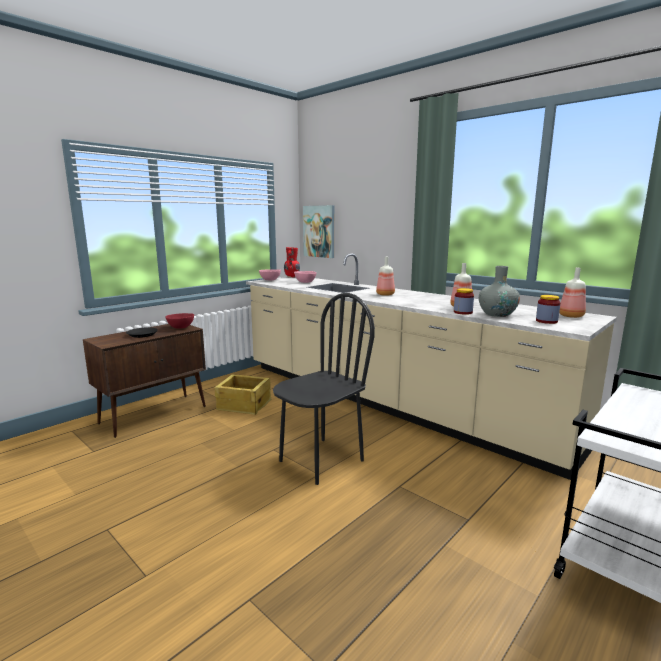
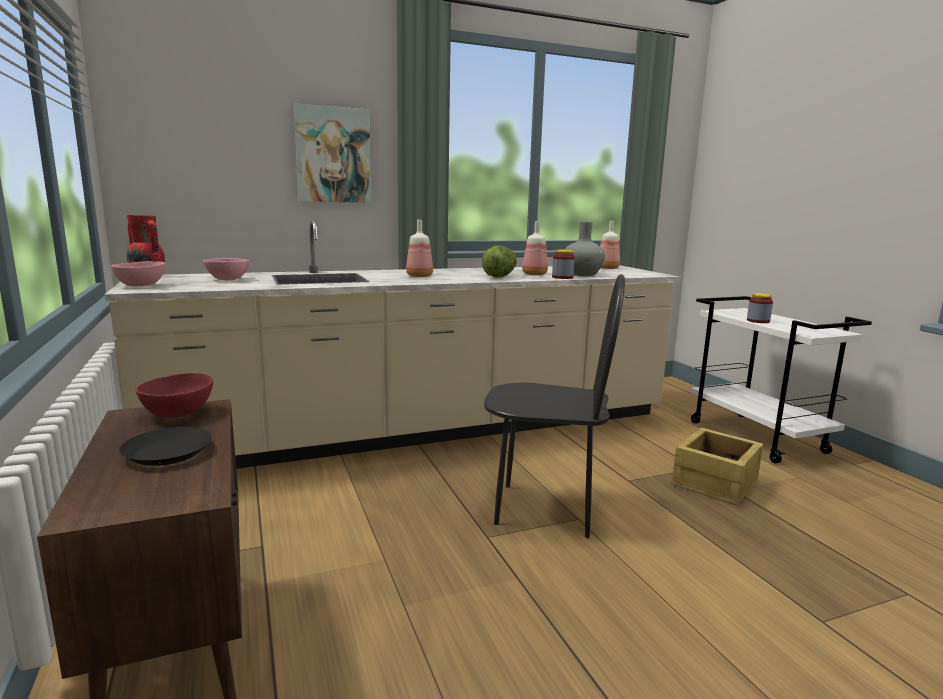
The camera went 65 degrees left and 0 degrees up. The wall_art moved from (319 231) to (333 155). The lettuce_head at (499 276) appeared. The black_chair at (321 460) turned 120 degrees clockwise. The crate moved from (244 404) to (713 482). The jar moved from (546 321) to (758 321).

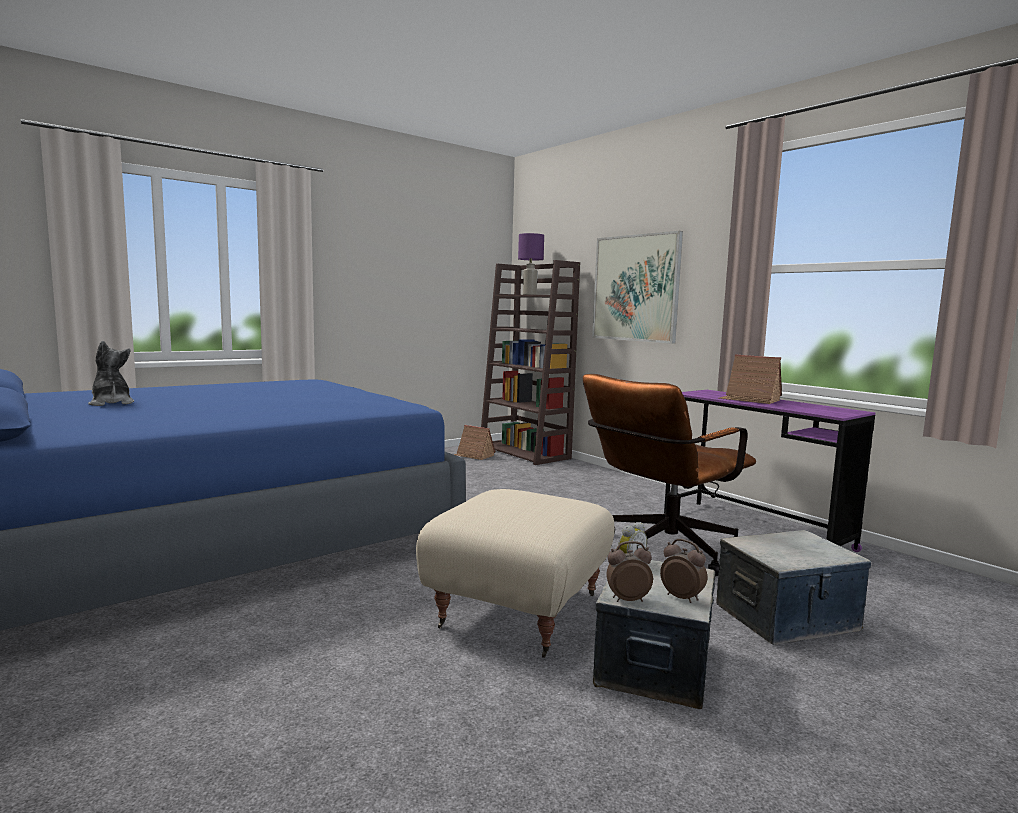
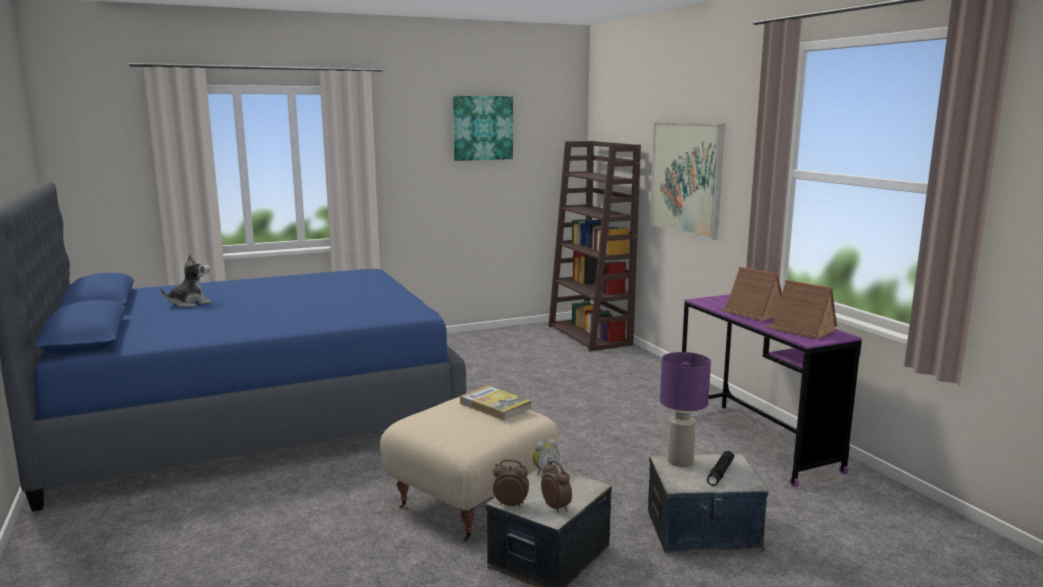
The camera went 15 degrees right and 5 degrees up. The cuddly_toy at (111 403) turned 75 degrees clockwise. The wall_art at (482 128) appeared. The book at (495 406) appeared. The purple-coloured_table_lamp moved from (530 295) to (681 461). The black_torch at (720 472) appeared. The toy_house moved from (474 455) to (800 329). The brown_desk_chair at (661 552) disappeared.

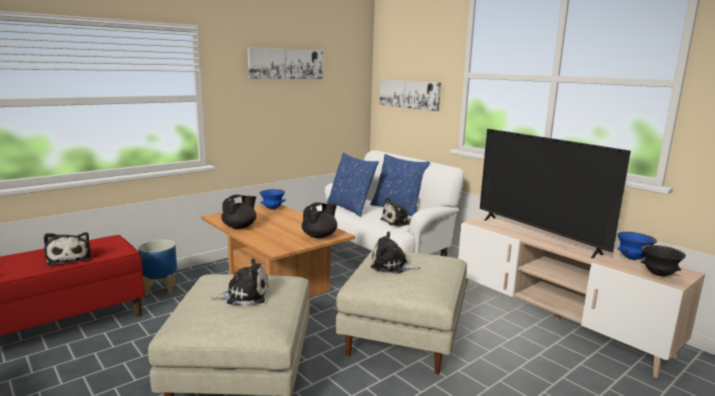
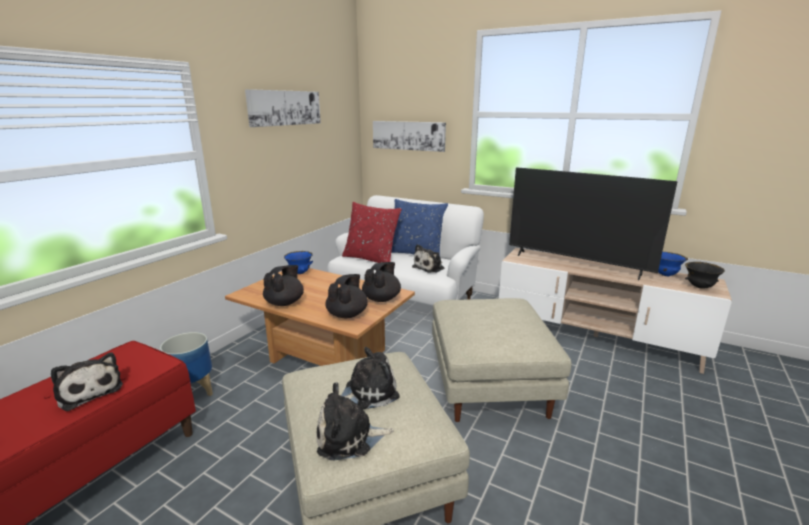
The camera went 20 degrees left and 5 degrees up. The cuddly_toy moved from (391 266) to (349 437). The black_tea_pot at (347 314) appeared. The blue-coloured_pillow at (351 208) became the reddish_pillow at (371 259).

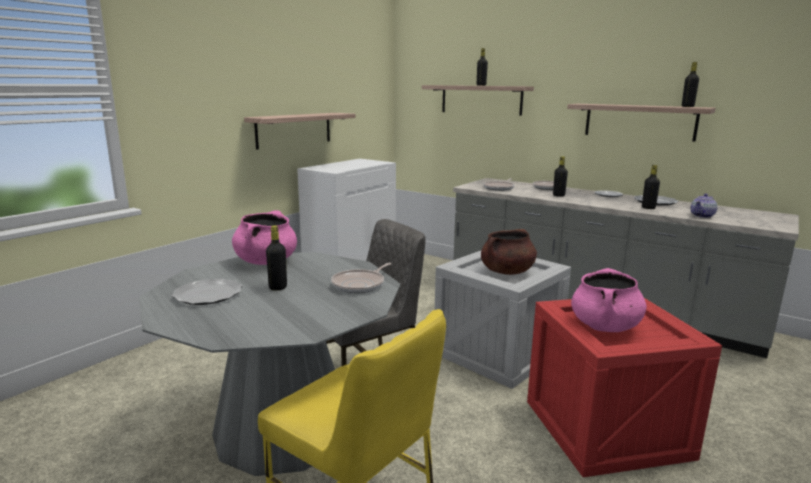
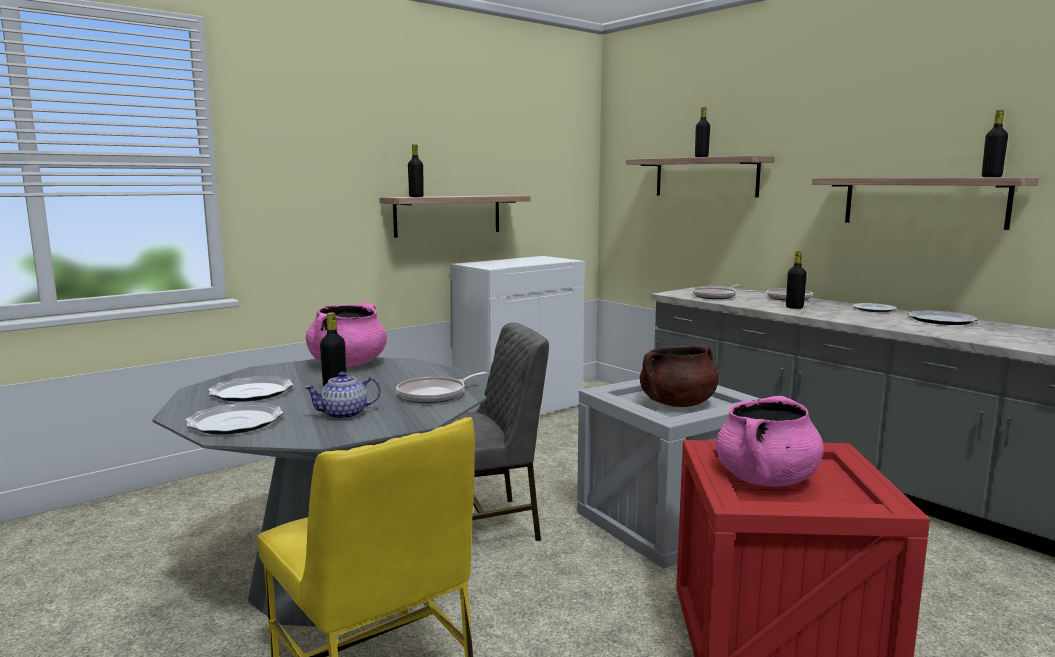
The camera went 15 degrees right and 5 degrees down. The plate at (236 422) appeared. The tea_pot moved from (702 216) to (345 414). The black_beverage_bottle moved from (648 208) to (416 197).

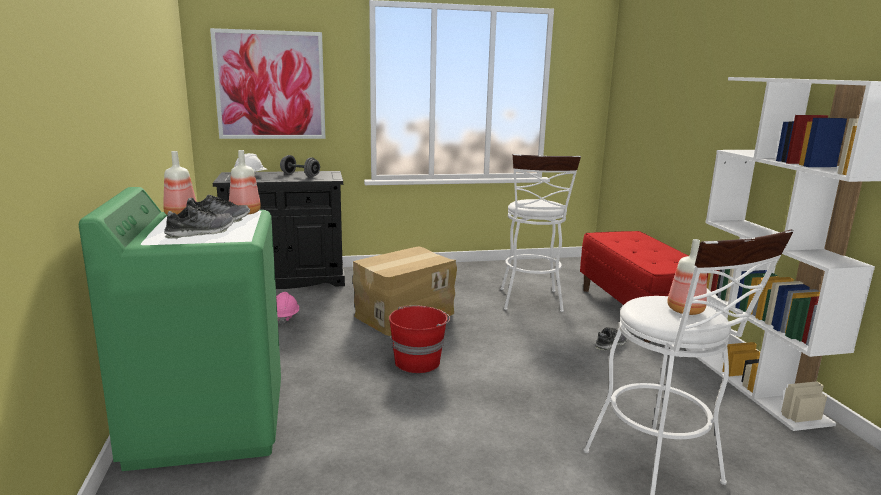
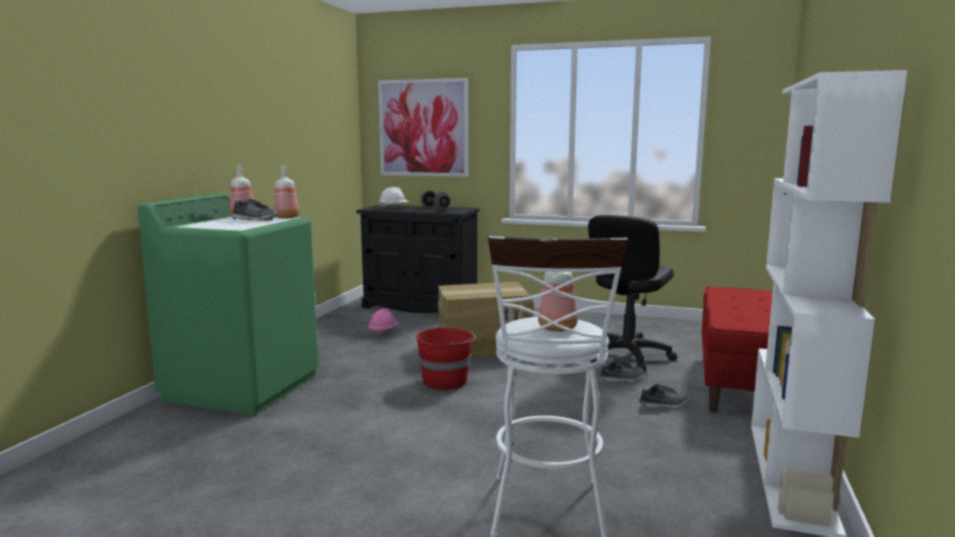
The camera went 30 degrees right and 5 degrees down. The white_stool_seat at (531 302) was replaced by the black_desk_chair at (627 356). The item_of_footwear moved from (200 233) to (621 379).

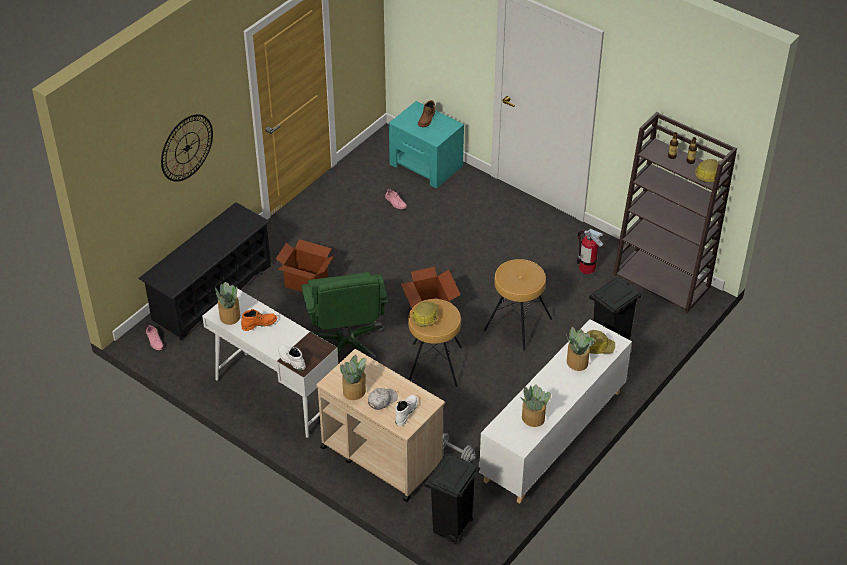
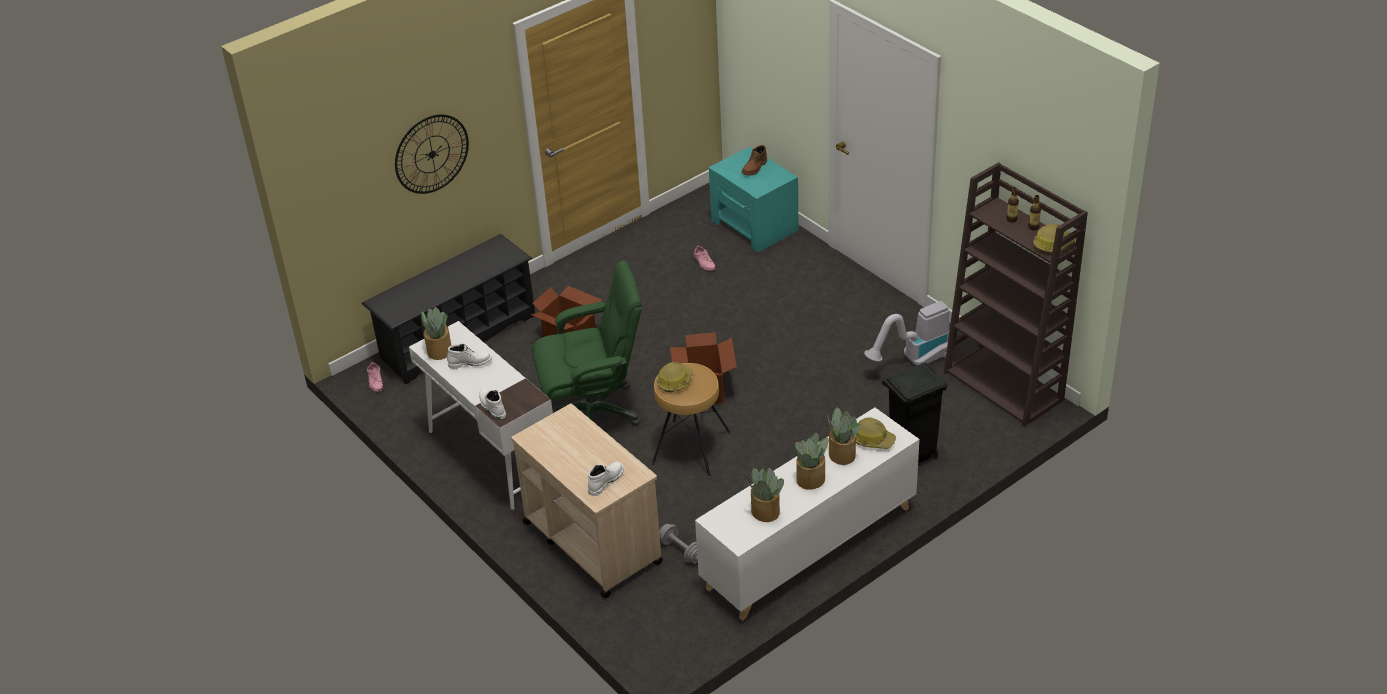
The camera went 15 degrees right and 5 degrees down. The orange_high-top_boot at (259 323) became the white_high-top_boot at (470 362). The greenish_desk_chair at (347 345) turned 105 degrees counterclockwise. The houseplant moved from (355 391) to (811 479). The fire_extinguisher at (586 268) was replaced by the vacuum_cleaner at (913 360). The white_cap at (382 400) disappeared. The black_rubbish_bin at (451 528) disappeared. The brown_stool_seat at (517 324) disappeared.

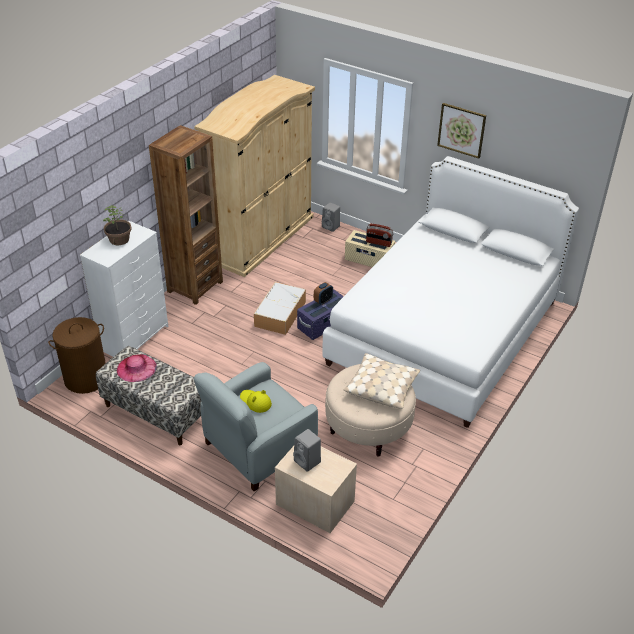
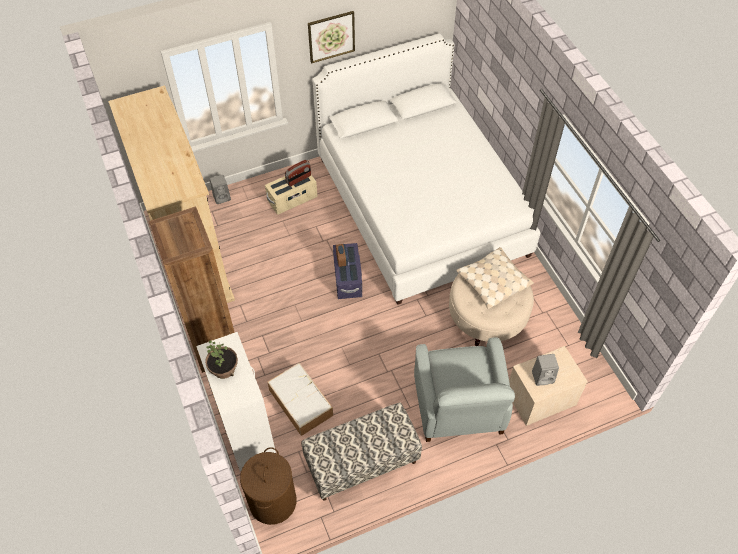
The camera went 55 degrees left and 15 degrees up. The storage_container moved from (280 313) to (300 402). The pinkish_wearable_hat at (136 368) disappeared. The yellowish_wearable_hat at (255 402) disappeared.

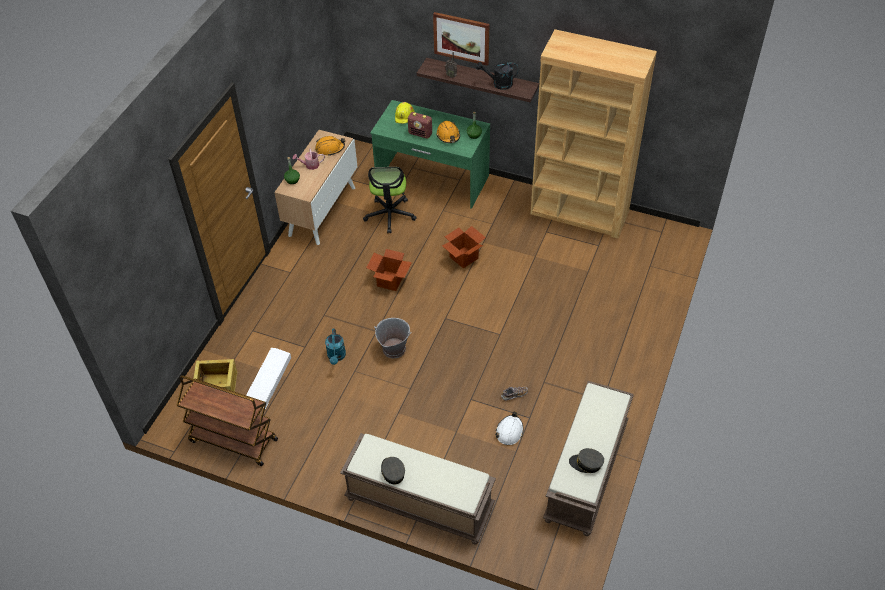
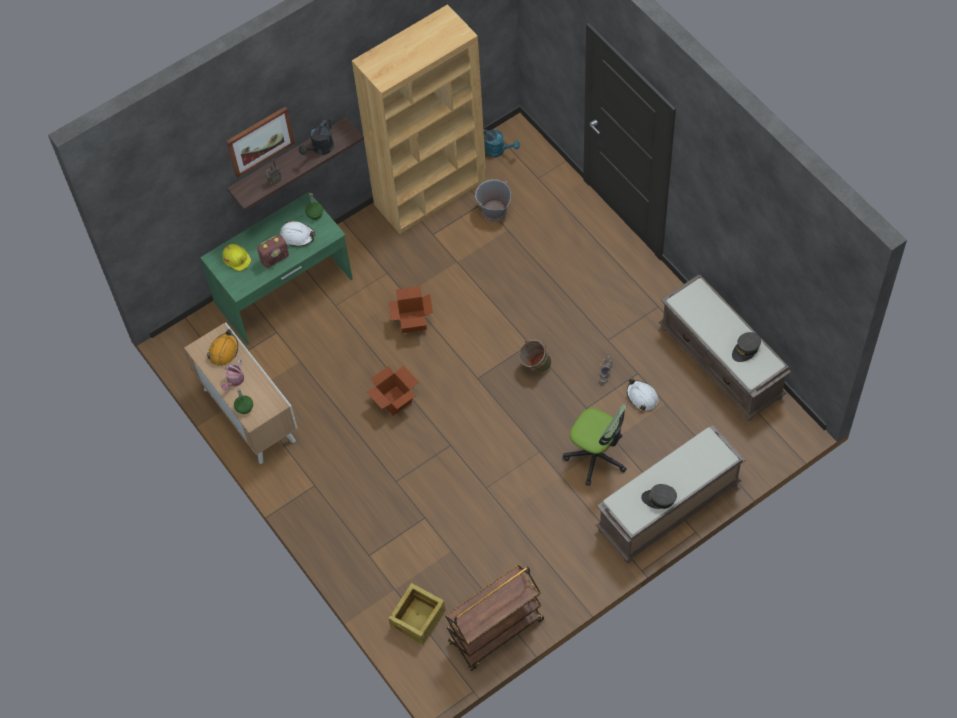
The camera went 55 degrees left and 10 degrees up. The orange_work_helmet at (448 135) became the white_work_helmet at (297 236). The grey_pail moved from (393 348) to (494 212). The turquoise_sprinkling_can moved from (336 357) to (498 150). The greenish_pail at (535 367) appeared. The desk_chair moved from (390 215) to (596 456). The white_storage_container at (268 380) disappeared.

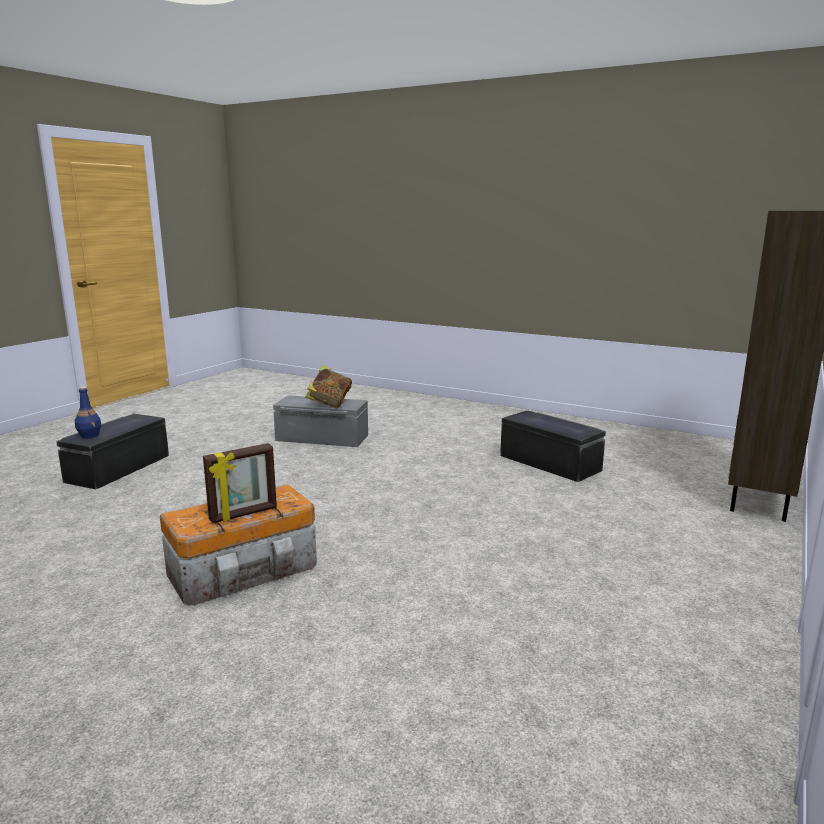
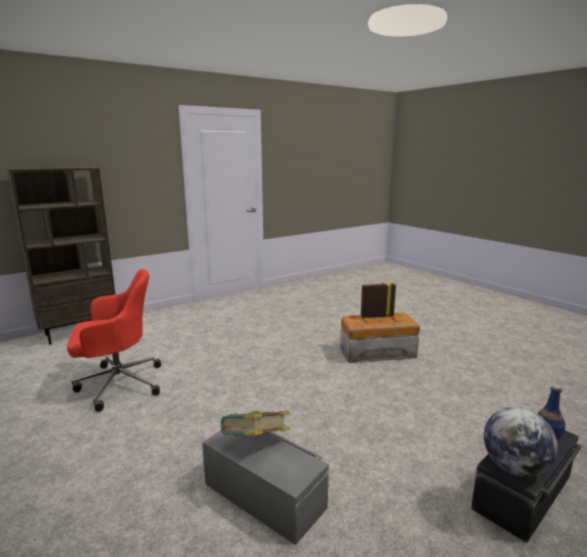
The camera went 155 degrees left and 0 degrees up. The black_storage_container at (550 462) was replaced by the reddish_desk_chair at (118 384). The globe at (514 467) appeared.

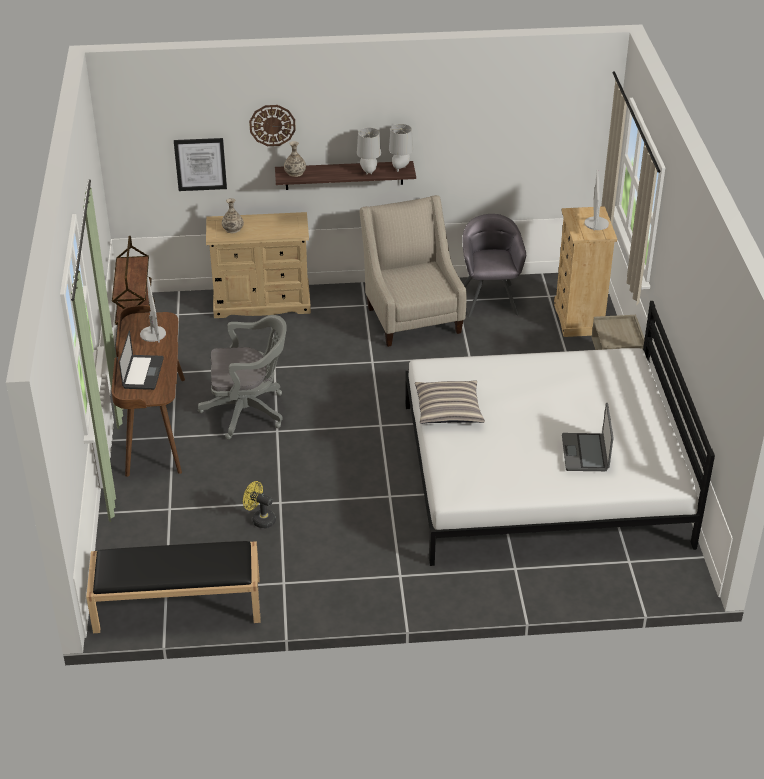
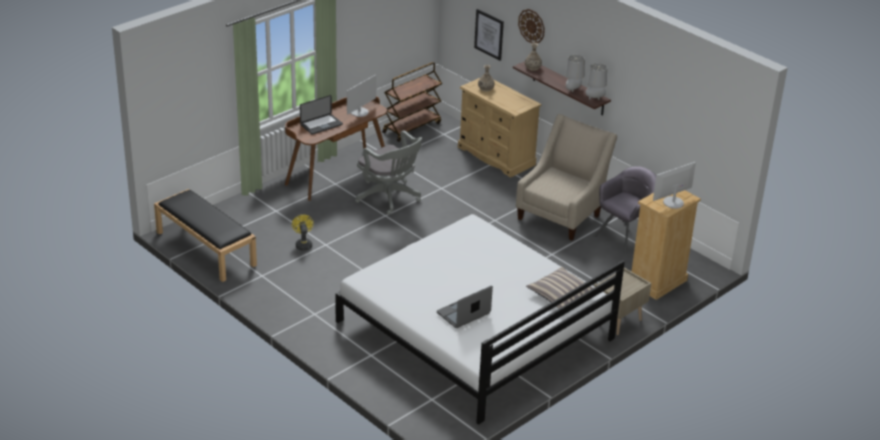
The camera went 50 degrees right and 5 degrees down. The pillow moved from (448 410) to (561 295).

